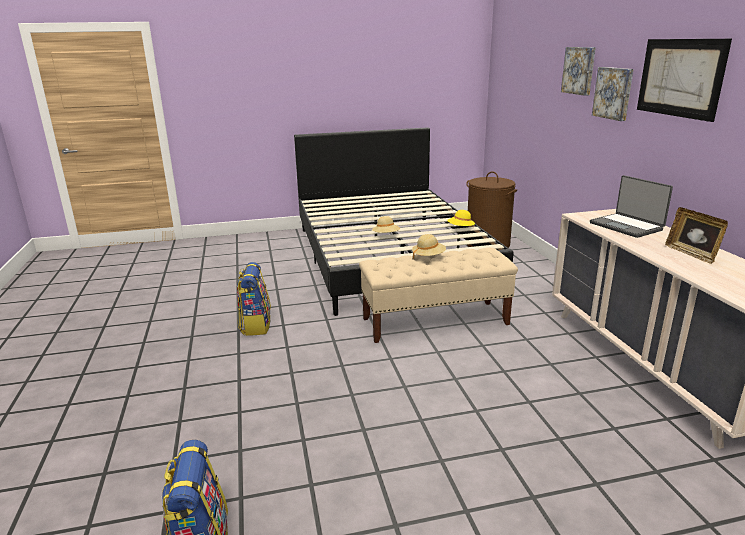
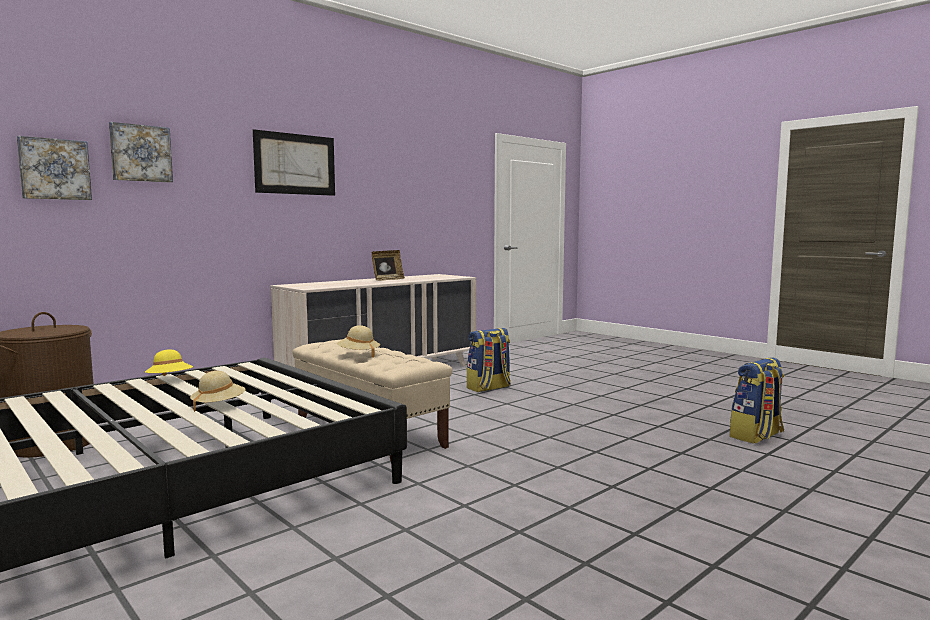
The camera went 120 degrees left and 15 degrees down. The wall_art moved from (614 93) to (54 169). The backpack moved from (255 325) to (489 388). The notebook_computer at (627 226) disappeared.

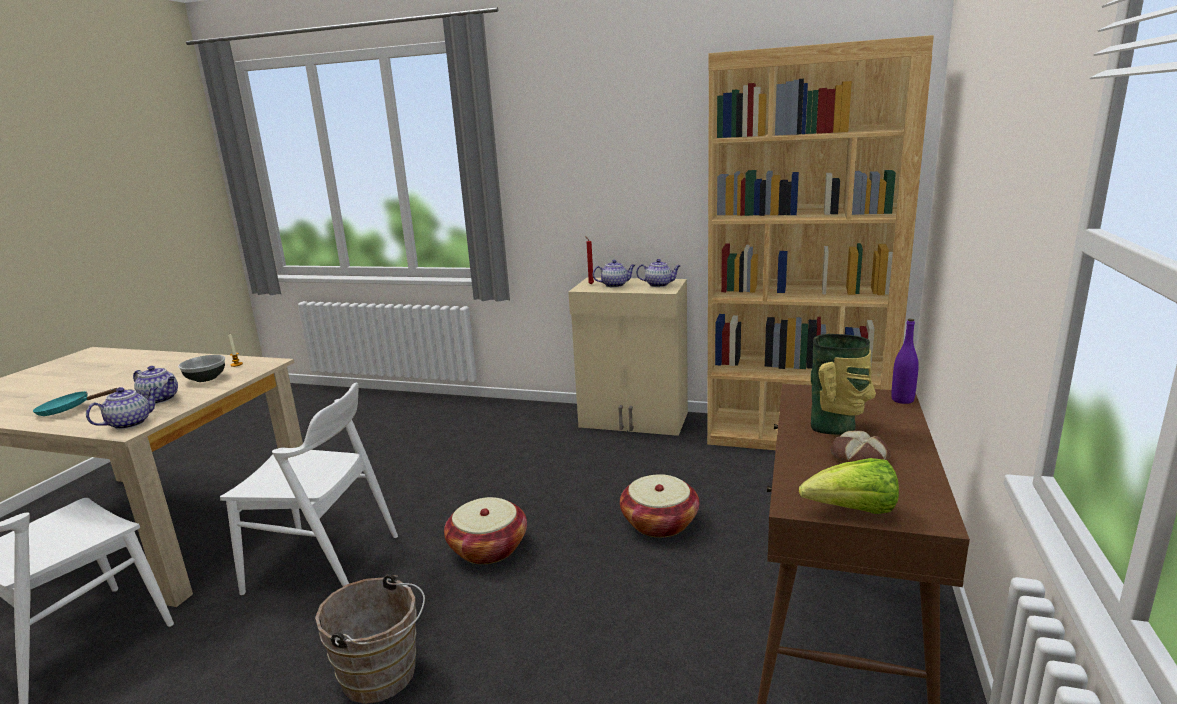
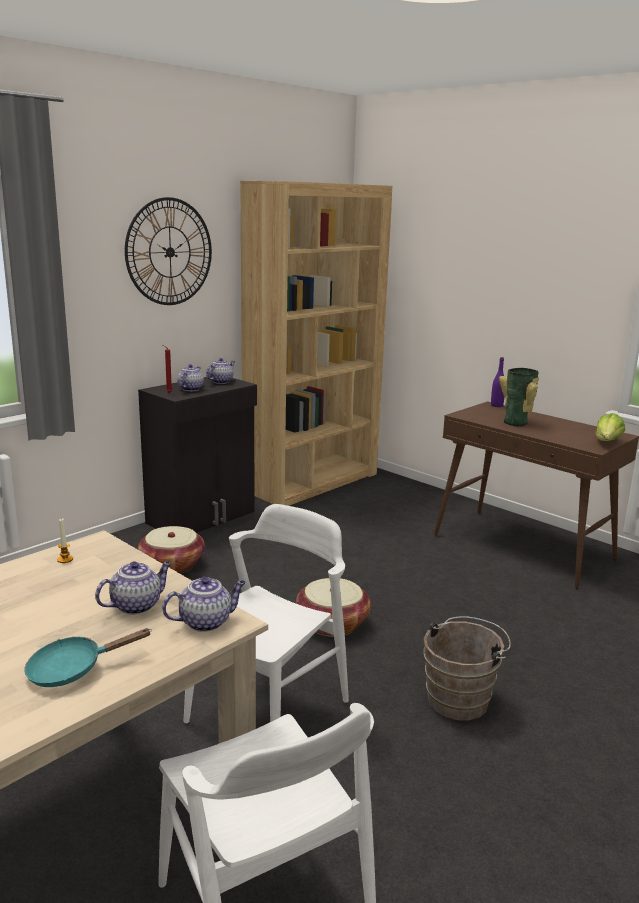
The camera went 65 degrees left and 0 degrees up. The turquoise_skillet at (70 409) turned 45 degrees clockwise. The wall_clock at (169 252) appeared. The sand-coloured_storage_cabinet at (634 420) became the black_storage_cabinet at (202 517). The storage_basket moved from (659 523) to (172 565). The tea_pot at (130 423) turned 90 degrees clockwise. The bowl at (205 378) disappeared. The baked_bread at (858 457) disappeared.

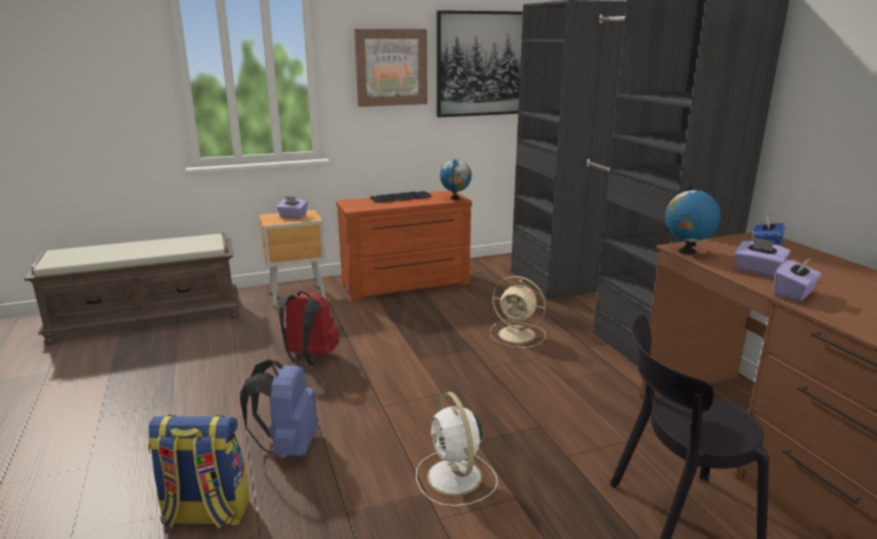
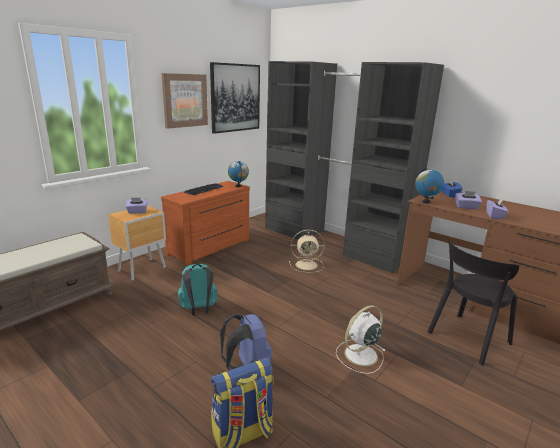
The camera went 30 degrees left and 0 degrees up. The reddish_backpack at (309 358) became the turquoise_backpack at (198 310). The white_fan at (455 478) turned 105 degrees clockwise.

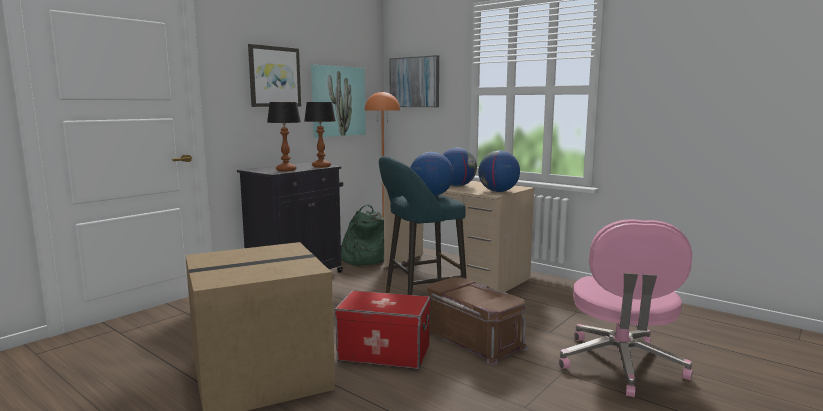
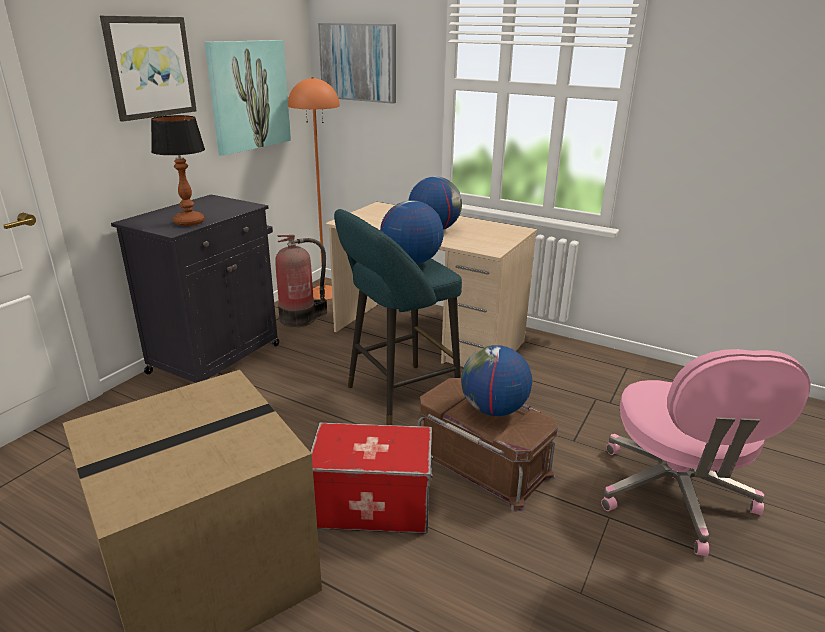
The camera went 10 degrees left and 15 degrees up. The greenish_backpack at (362 259) was replaced by the fire_extinguisher at (301 318). The globe moved from (498 191) to (493 409). The table_lamp at (321 166) disappeared.

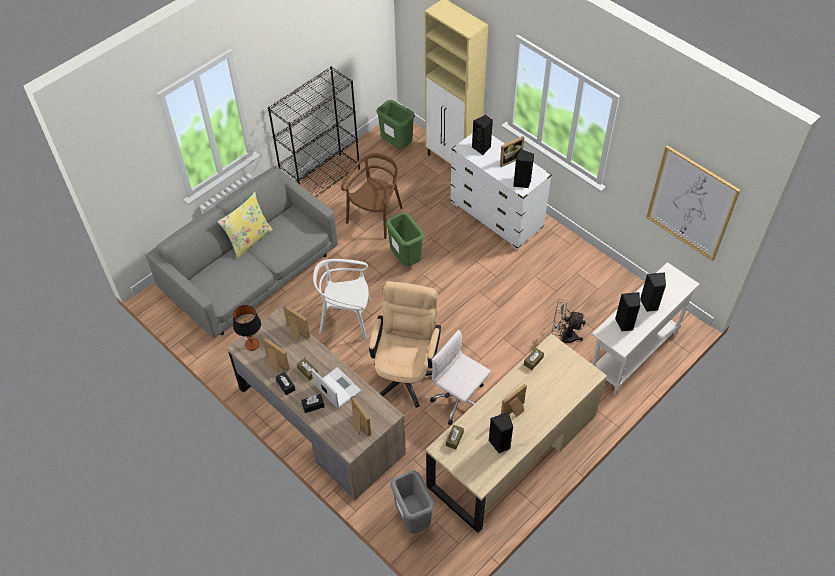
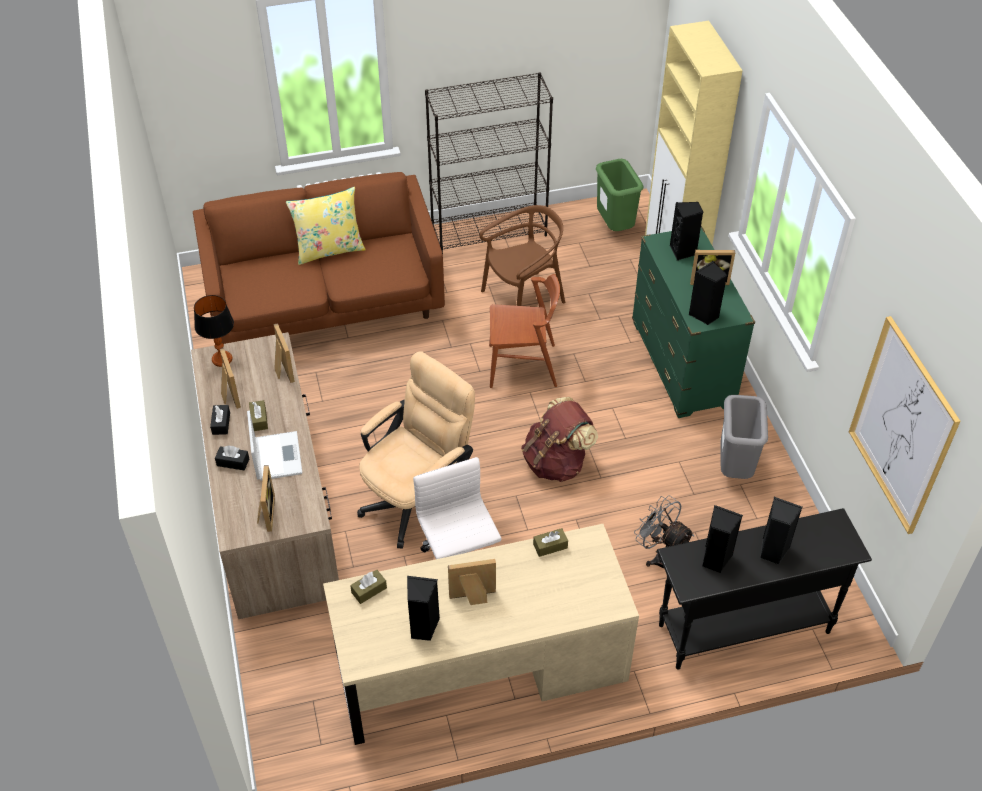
The camera went 30 degrees right and 5 degrees down. The grey_couch at (252 274) became the brown_couch at (325 301). The greenish_rubbish_bin at (406 259) was replaced by the brown_chair at (523 365). The brown_backpack at (556 462) appeared. The white_chest_of_drawers at (496 216) became the greenish_chest_of_drawers at (682 364). The white_console_table at (632 354) became the black_console_table at (743 628). The grey_rubbish_bin moved from (413 519) to (735 469). The white_chair at (346 318) disappeared.

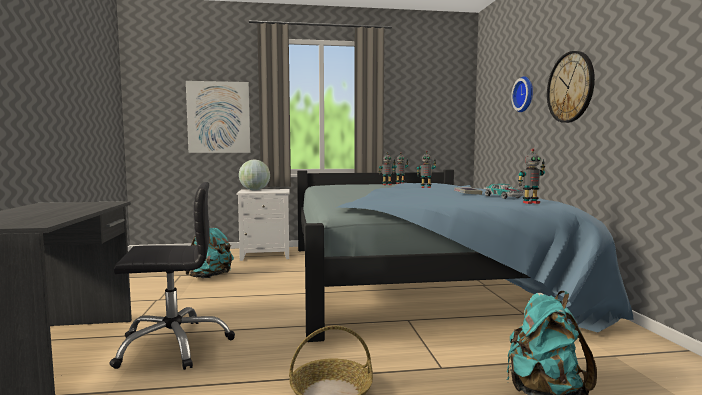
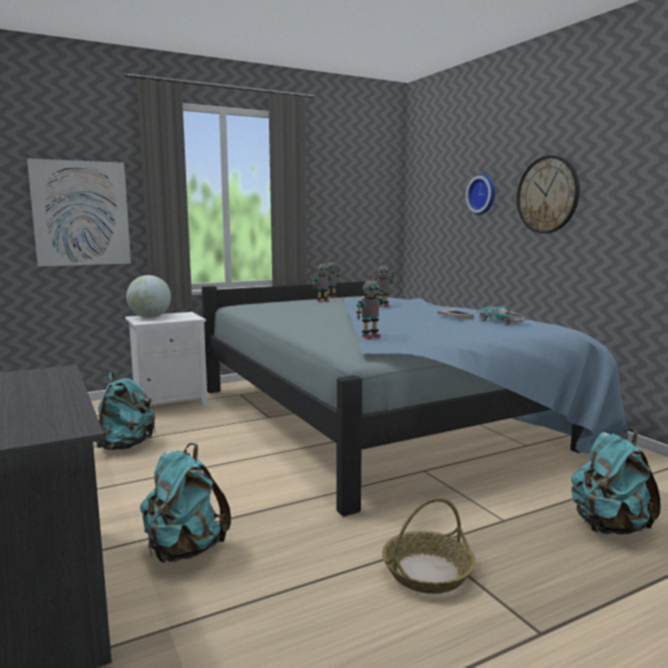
The camera went 20 degrees left and 5 degrees up. The black_desk_chair at (174 345) was replaced by the turquoise_backpack at (184 550). The model_robot moved from (530 203) to (370 336).

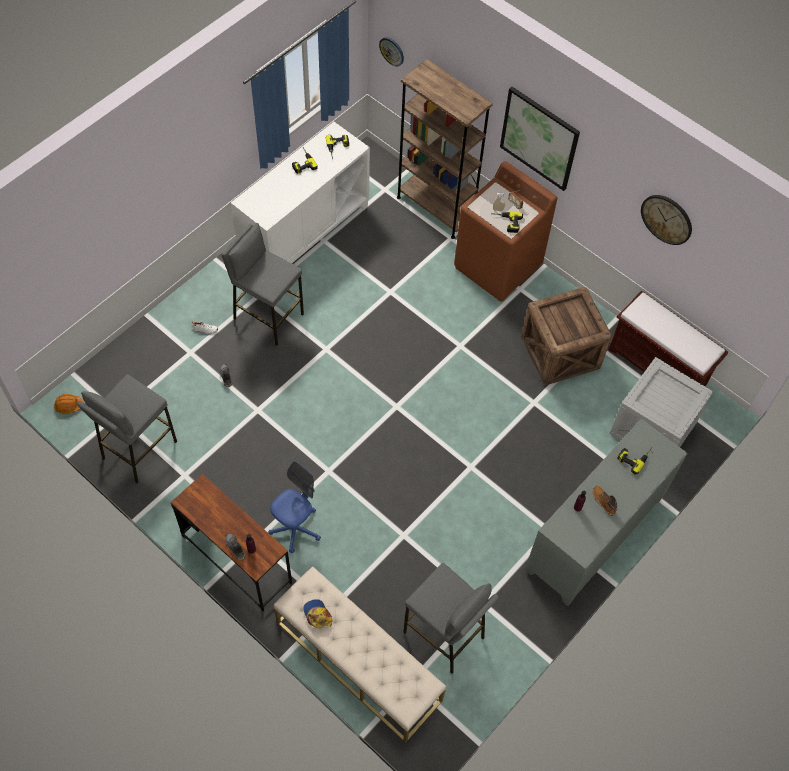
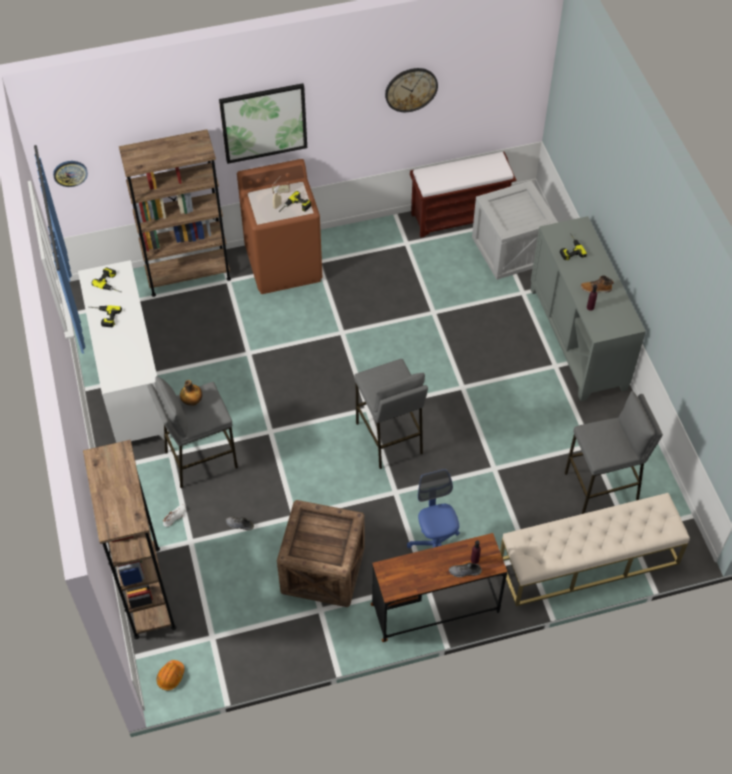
The camera went 55 degrees left and 5 degrees down. The brown_bookcase at (147 592) appeared. The beverage_bottle at (192 401) appeared. The crate moved from (559 353) to (323 571). The grey_stool_seat moved from (138 449) to (389 438). The cap at (317 615) disappeared.

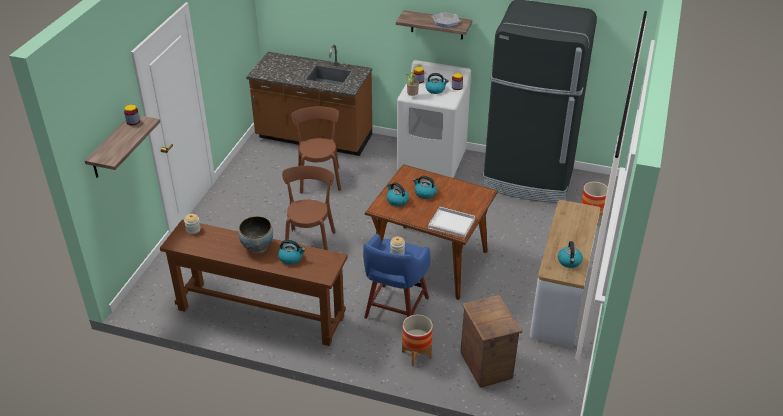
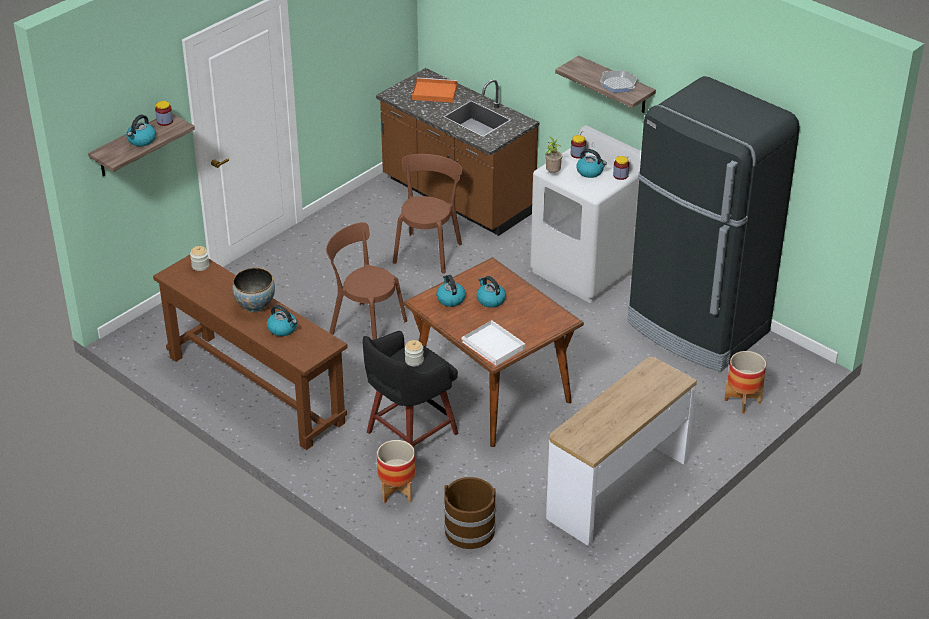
The camera went 25 degrees right and 0 degrees up. The tea_kettle moved from (569 261) to (141 140). The brown_chair at (310 242) turned 90 degrees counterclockwise. The blue-coloured_stool_seat at (395 309) became the black_stool_seat at (409 434). The orange_serving_tray at (433 92) appeared. The crate at (486 365) was replaced by the brown_pail at (469 530).

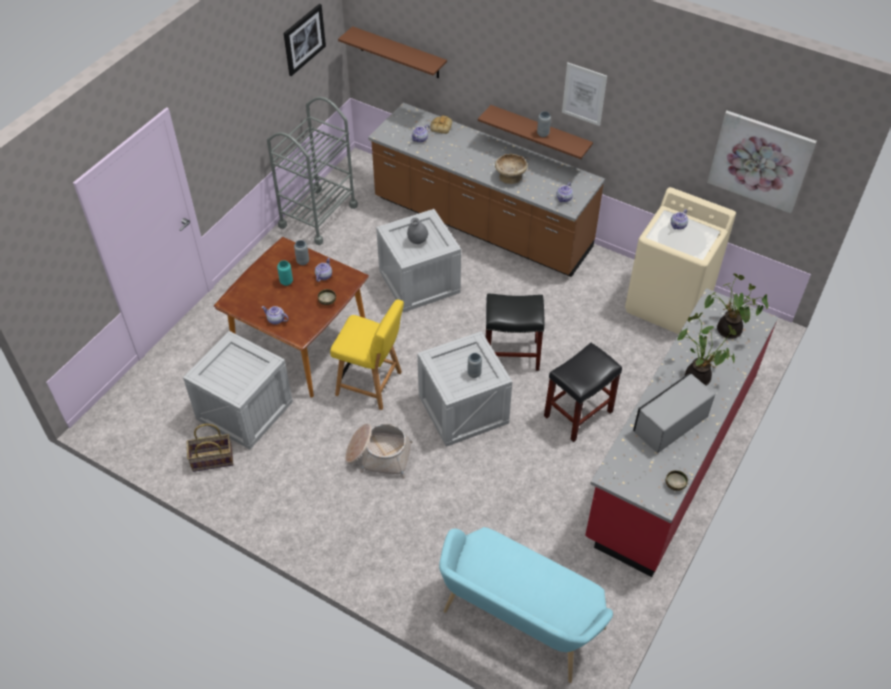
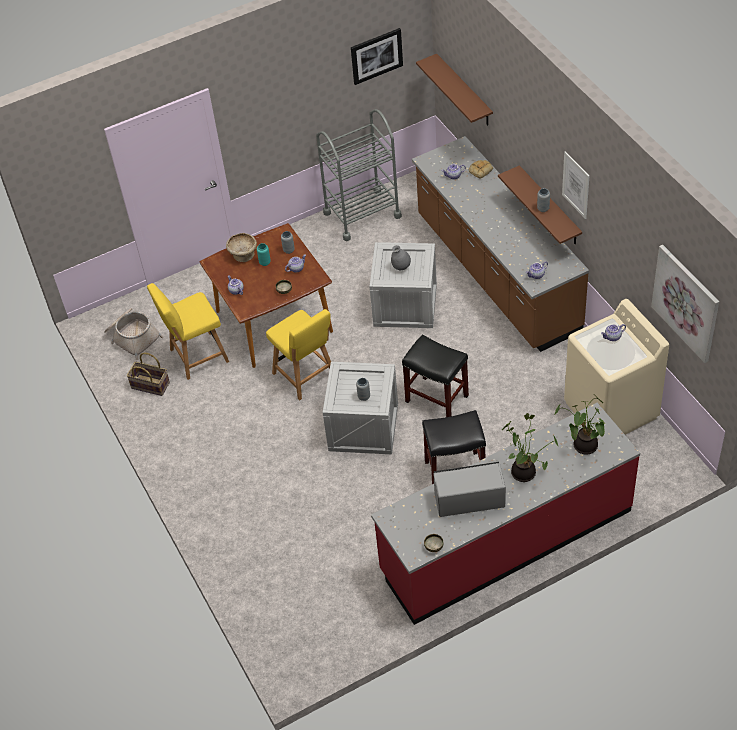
The camera went 35 degrees right and 0 degrees up. The storage_basket moved from (378 455) to (132 337). The crate at (243 410) was replaced by the yellowish_chair at (196 357). The sand-coloured_bowl moved from (510 177) to (243 255). The turquoise_bench at (517 624) disappeared.

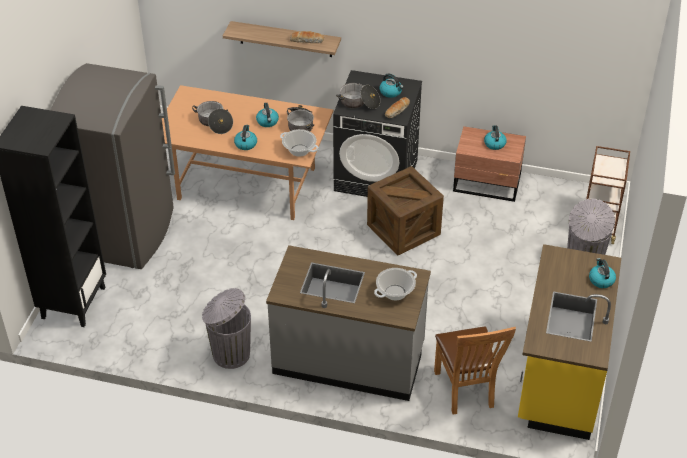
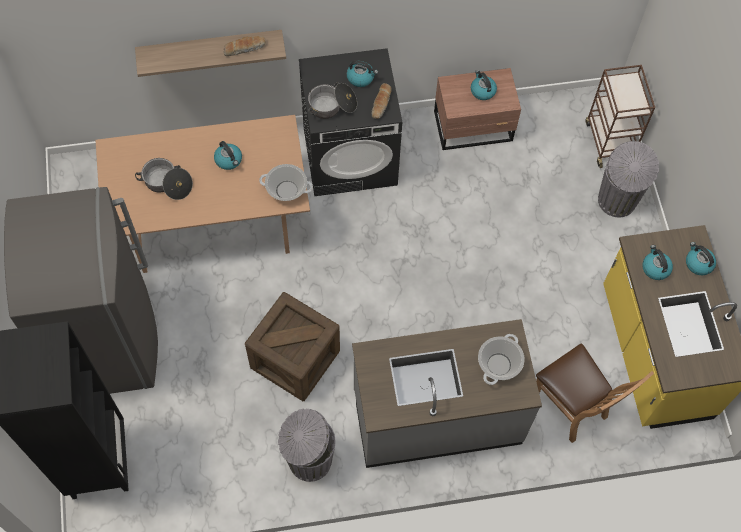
The camera went 25 degrees left and 20 degrees up. The crate moved from (403 230) to (295 359). The tea_kettle moved from (245 144) to (655 268). The saucepot at (300 124) disappeared.

